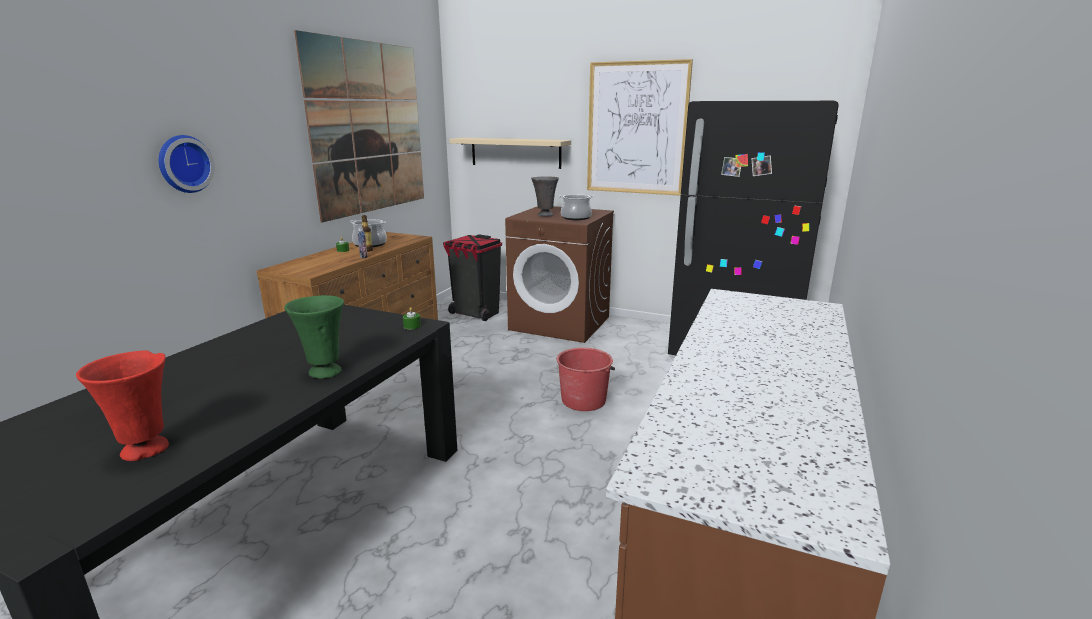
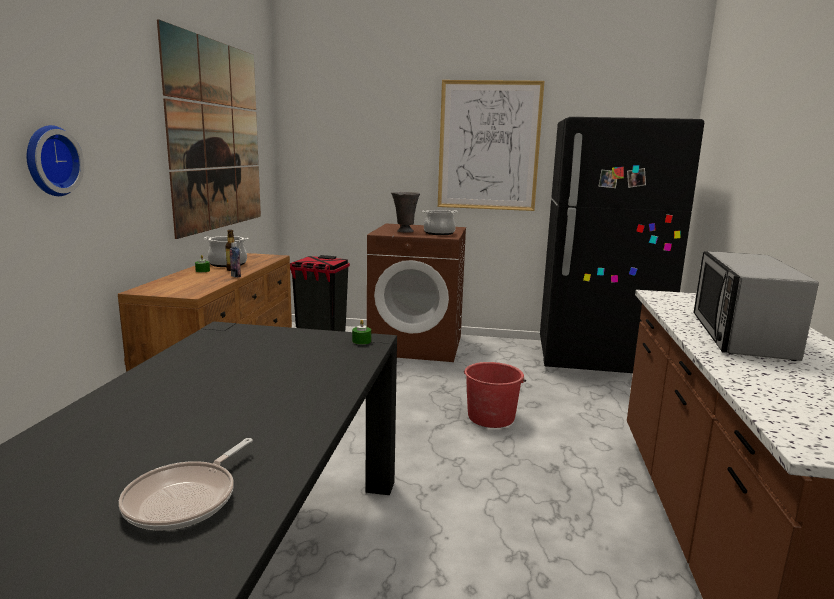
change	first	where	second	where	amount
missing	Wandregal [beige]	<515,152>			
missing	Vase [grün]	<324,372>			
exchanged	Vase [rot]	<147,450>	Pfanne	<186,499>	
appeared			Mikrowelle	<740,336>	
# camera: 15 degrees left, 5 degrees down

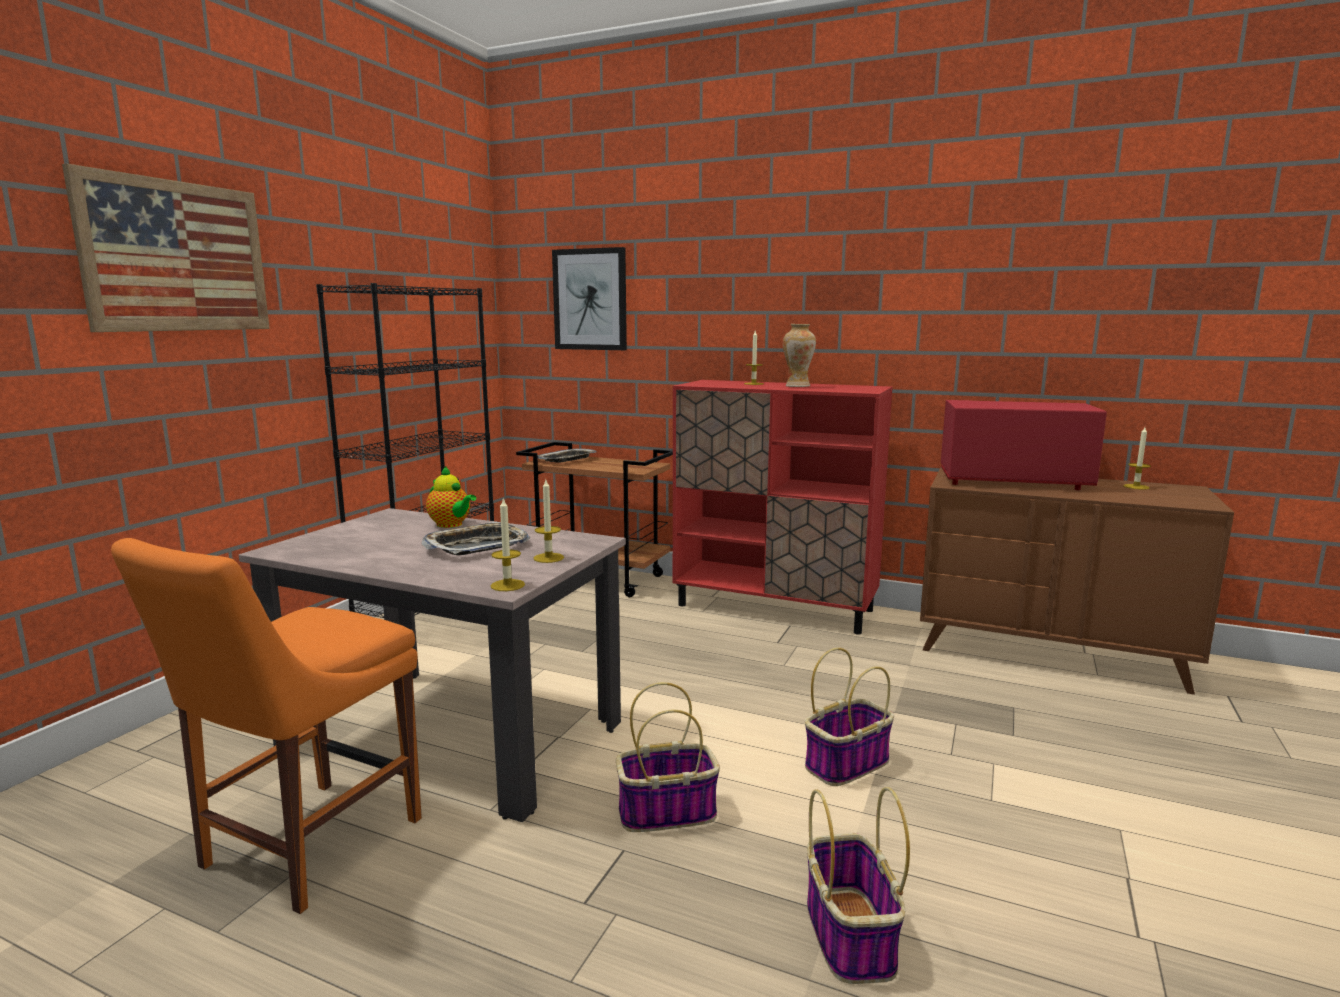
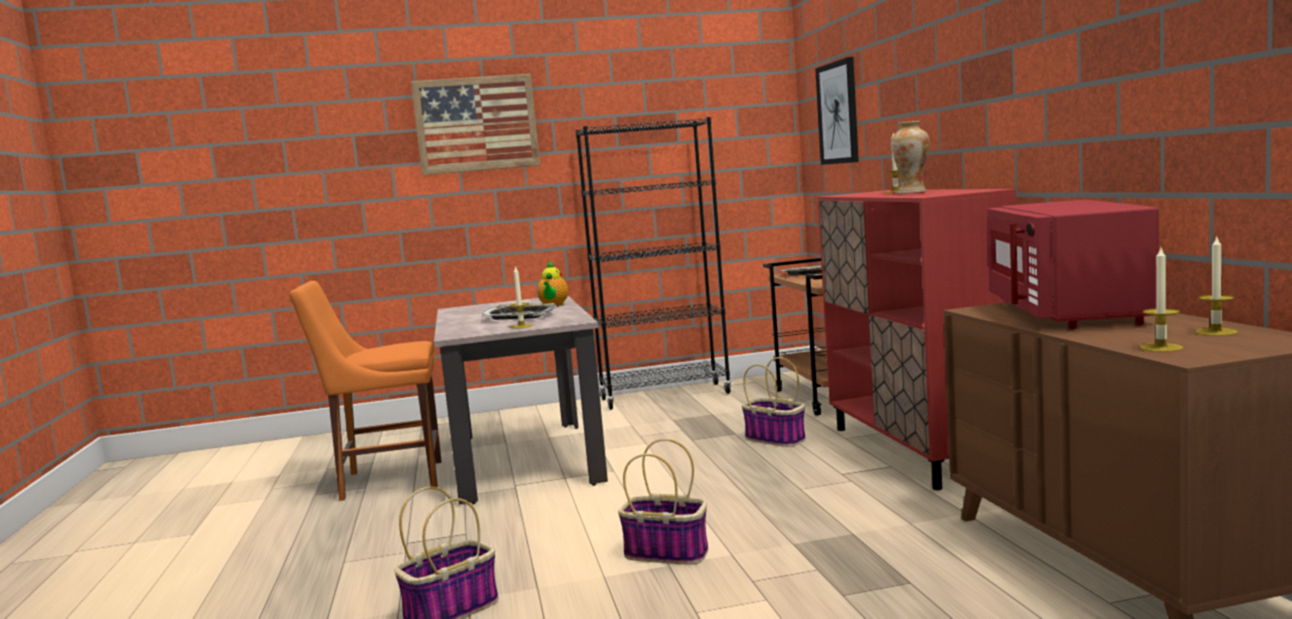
change	first	where	second	where	amount
spun	Mikrowelle [rot]	<1012,481>		<1068,313>	150 degrees counterclockwise
relocated	Kerze	<507,585>		<1161,348>	
relocated	Korb	<668,812>		<776,439>	
# camera: 55 degrees right, 5 degrees down

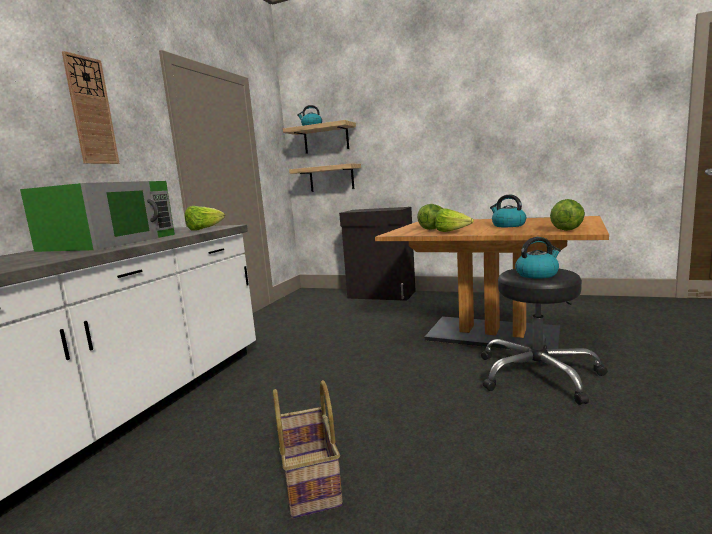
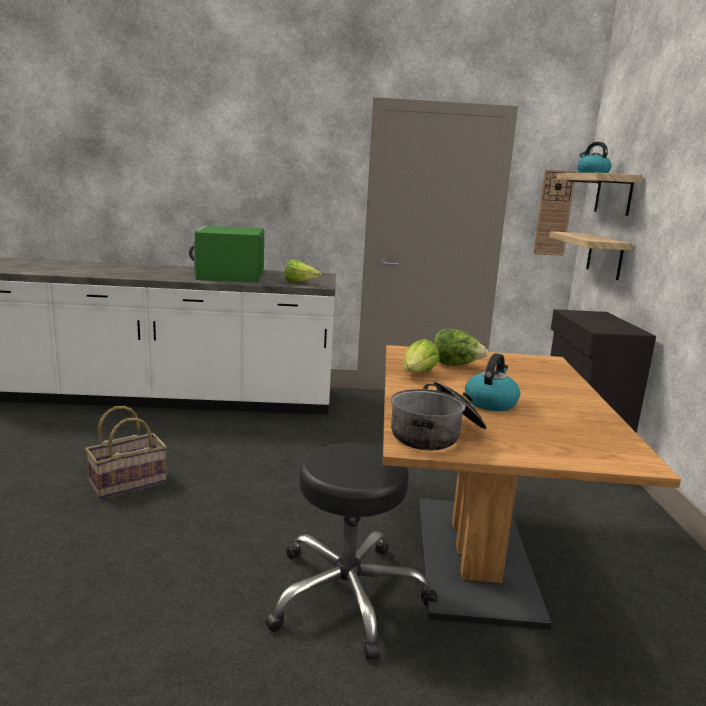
change	first	where	second	where	amount
relocated	Wanduhr	<91,111>		<553,213>	
spun	Mikrowelle [grün]	<111,242>		<230,274>	90 degrees clockwise
exchanged	Salatkopf	<567,229>	Kochtopf	<436,434>	
missing	Wasserkessel	<537,274>			
# camera: 65 degrees right, 5 degrees up

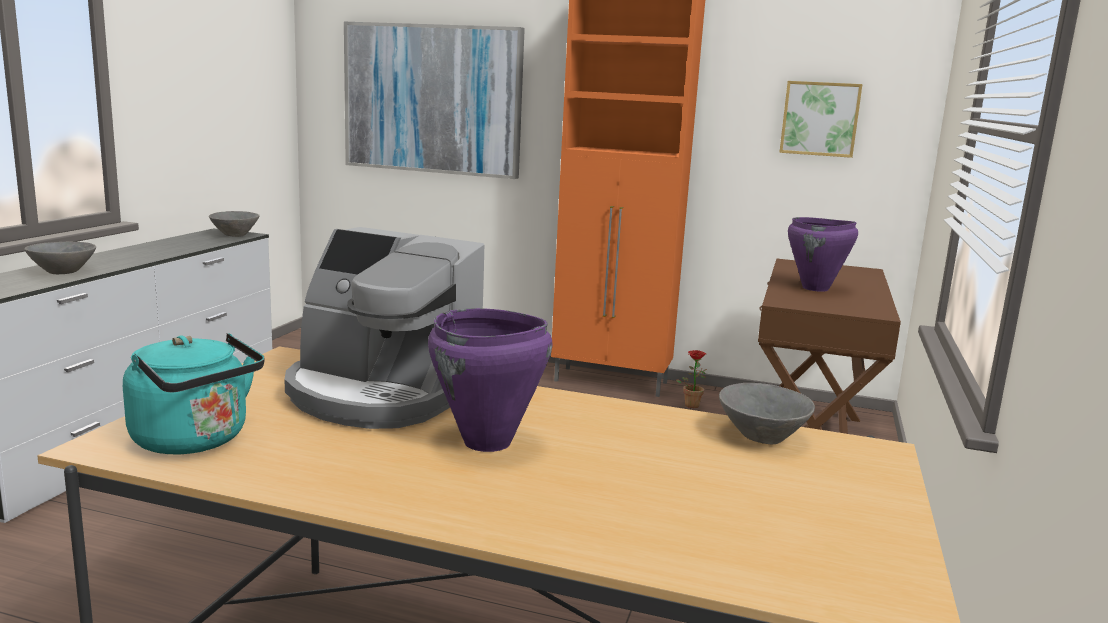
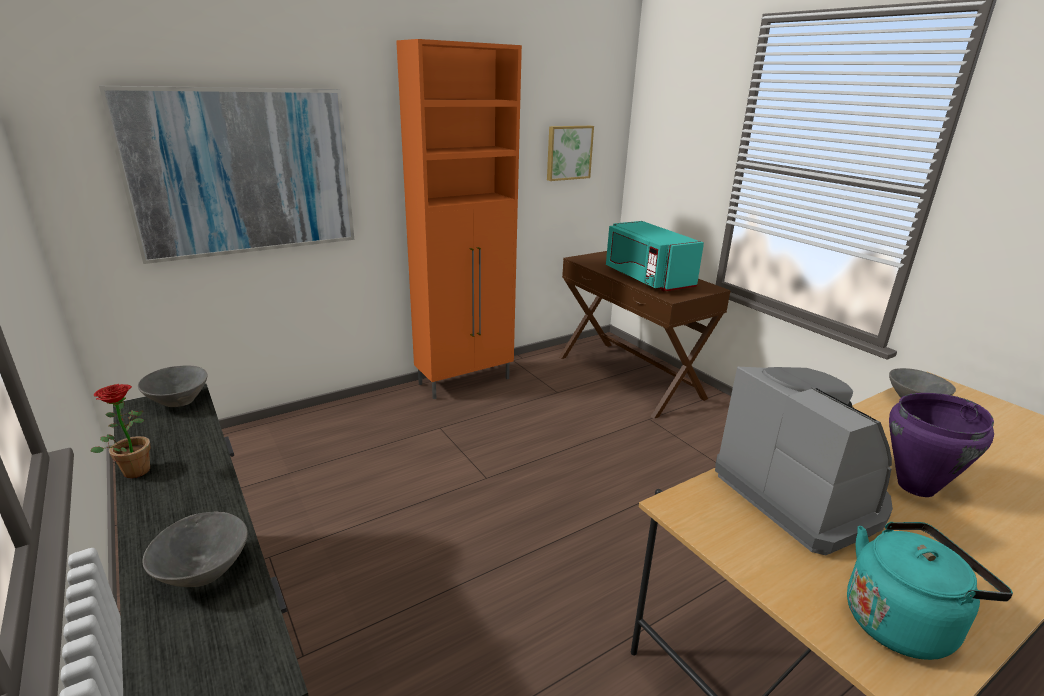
change	first	where	second	where	amount
exchanged	Kochtopf [lila]	<815,288>	Mikrowelle [türkis]	<647,278>	
spun	Kaffeemaschine	<380,394>		<801,494>	90 degrees counterclockwise
relocated	Topfpflanze	<691,404>		<134,469>	
# camera: 50 degrees left, 10 degrees up

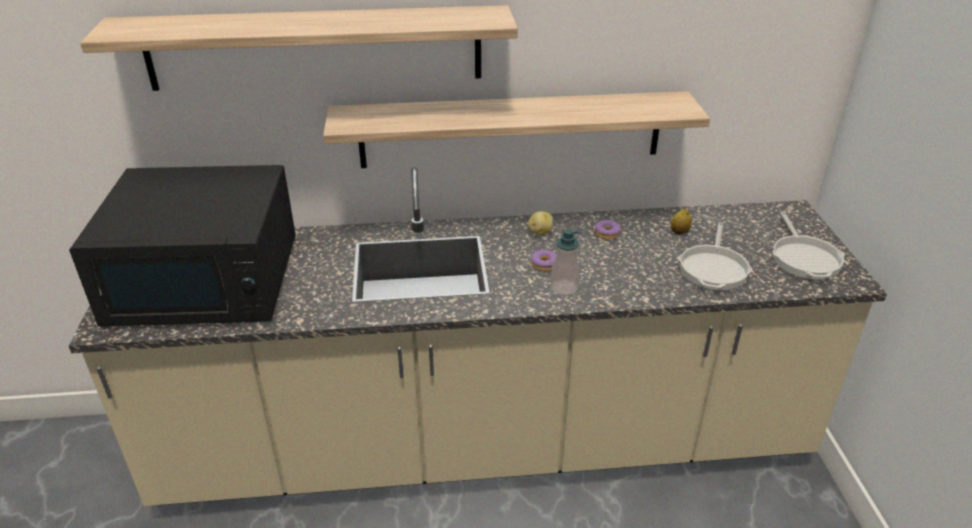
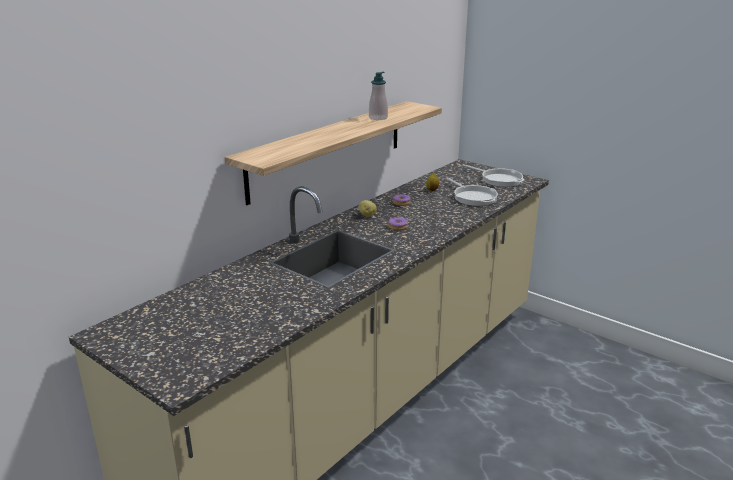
change	first	where	second	where	amount
missing	Wandregal	<315,48>			
missing	Mikrowelle [schwarz]	<207,281>			
relocated	Seifenspender	<564,288>		<378,118>	
# camera: 45 degrees left, 10 degrees down

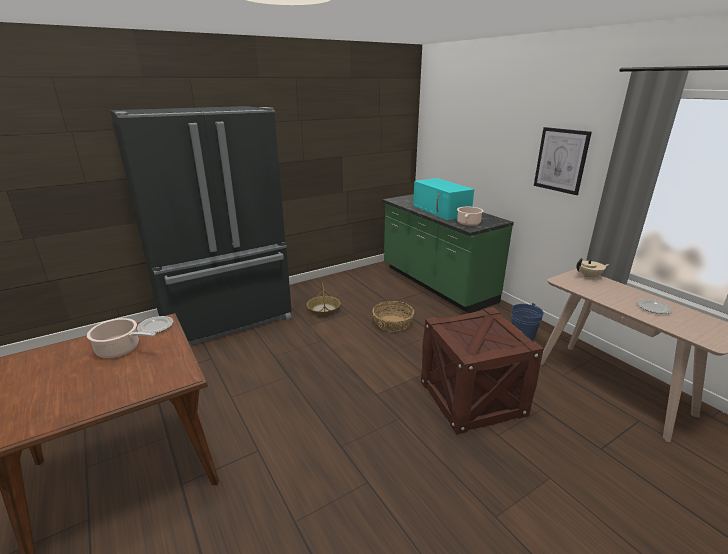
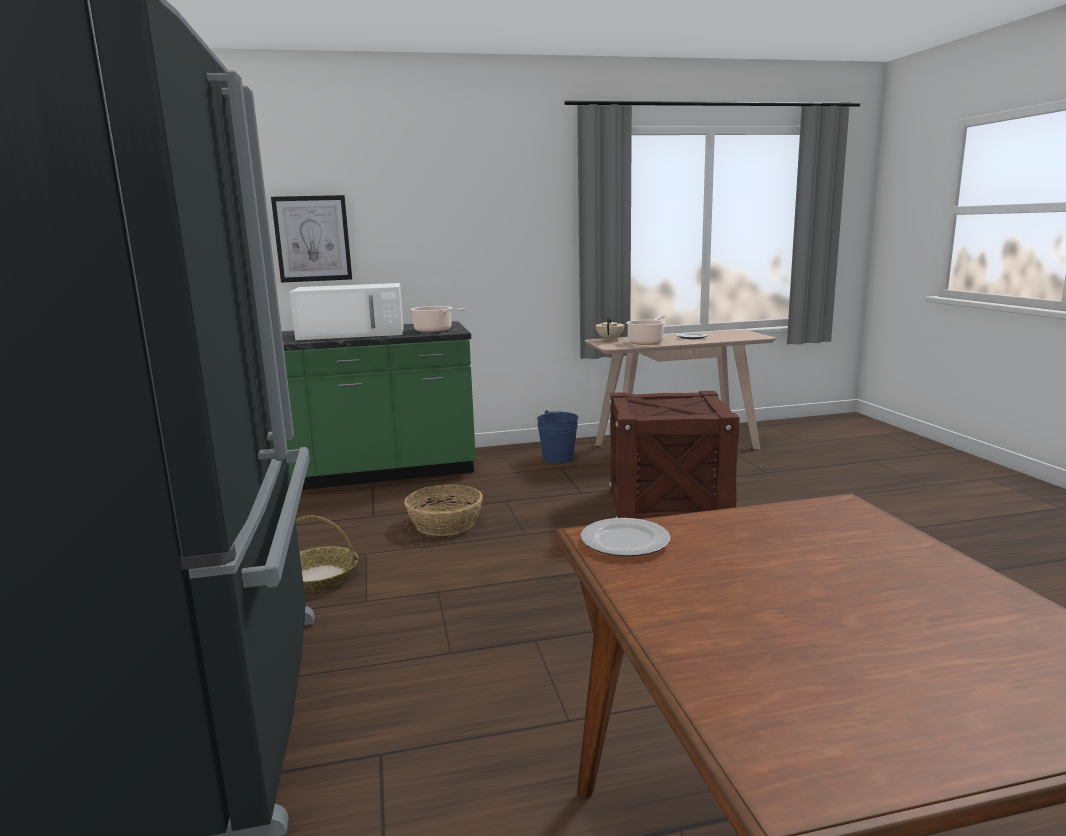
change	first	where	second	where	amount
relocated	Bild	<561,160>		<312,239>	
colour	Mikrowelle [türkis]	<442,210>	Mikrowelle [weiß]	<353,333>	
relocated	Kochtopf	<120,349>		<646,342>	
# camera: 70 degrees left, 10 degrees down

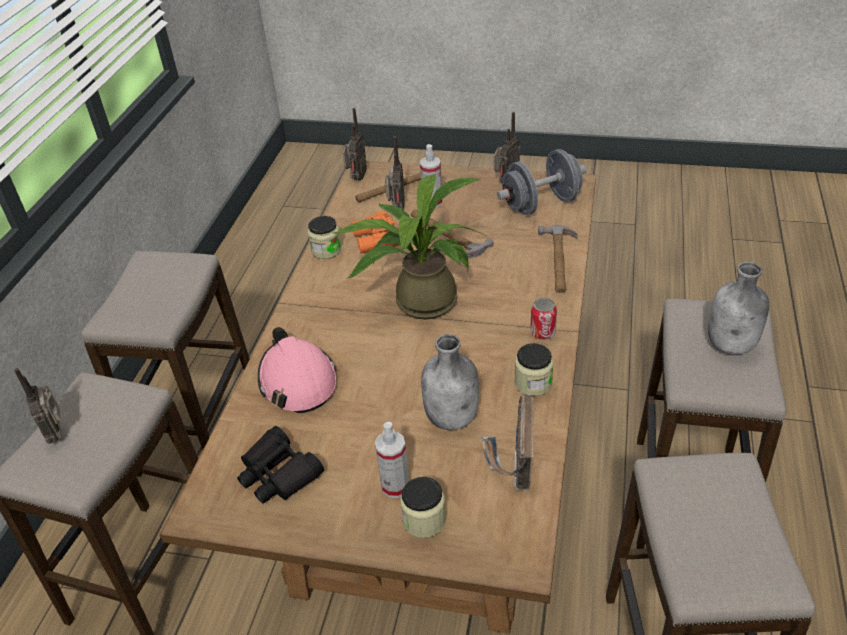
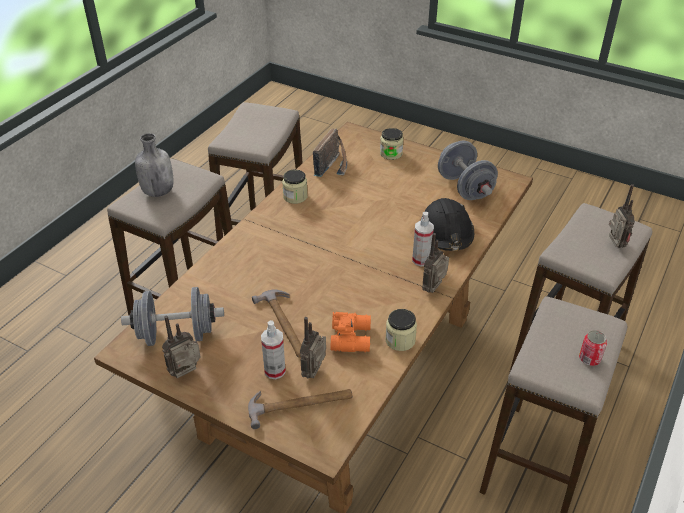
change	first	where	second	where	amount
relocated	Radio	<356,178>		<434,289>	
missing	Topfpflanze	<418,301>			
missing	Hammer	<559,261>			
relocated	Dose	<542,332>		<589,359>	
colour	Schutzhelm [rosa]	<297,381>	Schutzhelm [schwarz]	<446,233>	
missing	Flasche [grau]	<452,417>			
relocated	Sprühflasche	<395,486>		<421,260>	
exchanged	Fernglas [schwarz]	<278,474>	Hantel [grau]	<465,187>	
# camera: 165 degrees left, 0 degrees up

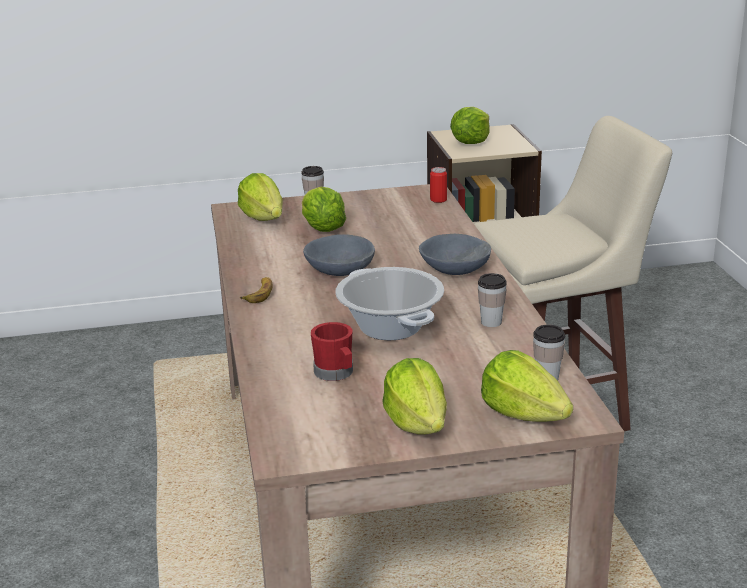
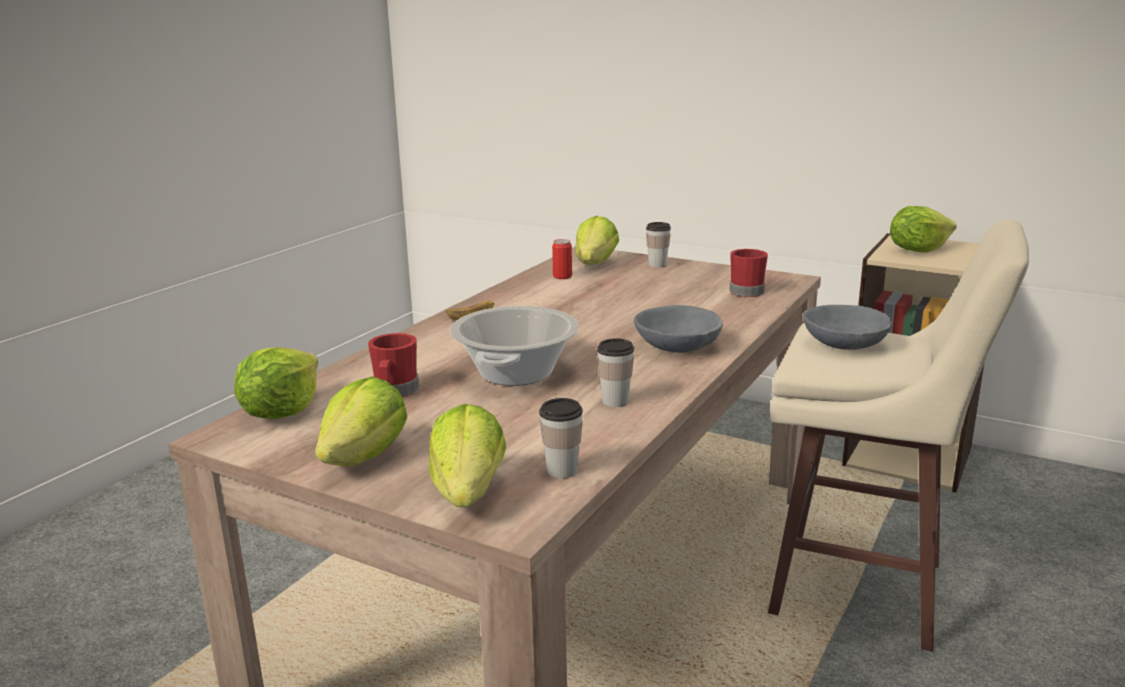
change	first	where	second	where	amount
relocated	Dose	<438,200>		<562,276>	
relocated	Salatkopf	<322,228>		<281,412>	
relocated	Schüssel [grau]	<339,269>		<844,343>	
appeared			Henkelbecher [rot]	<747,290>	
# camera: 40 degrees right, 5 degrees down

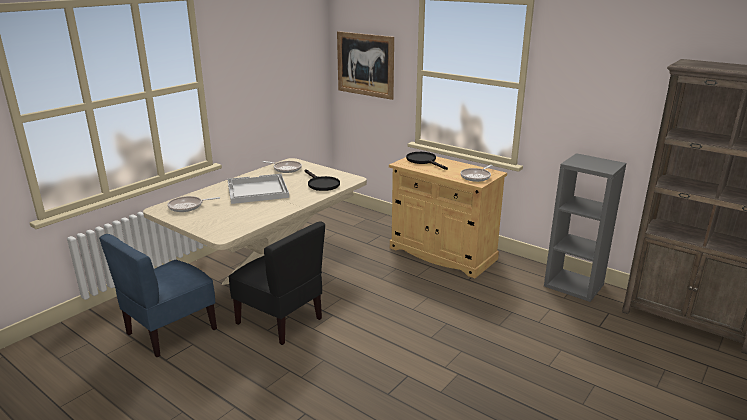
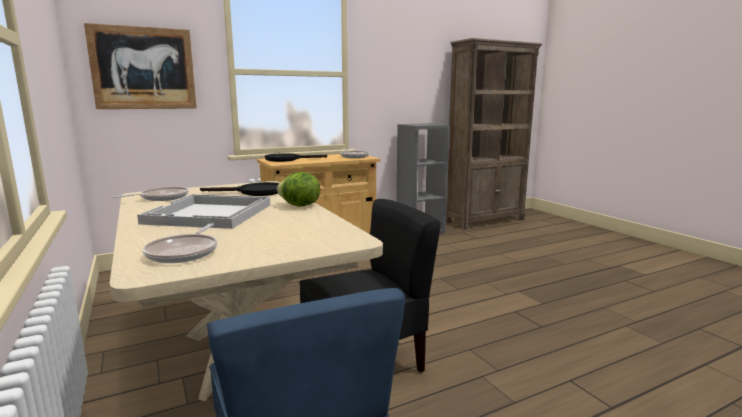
change	first	where	second	where	amount
appeared			Salatkopf	<299,206>	
# camera: 65 degrees left, 10 degrees down

